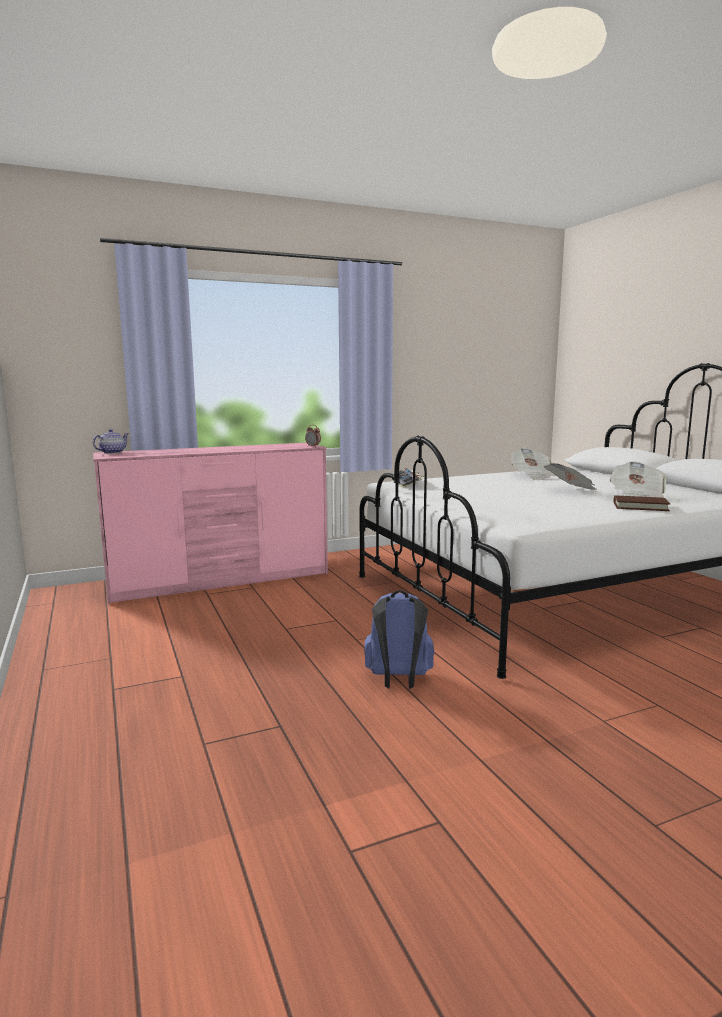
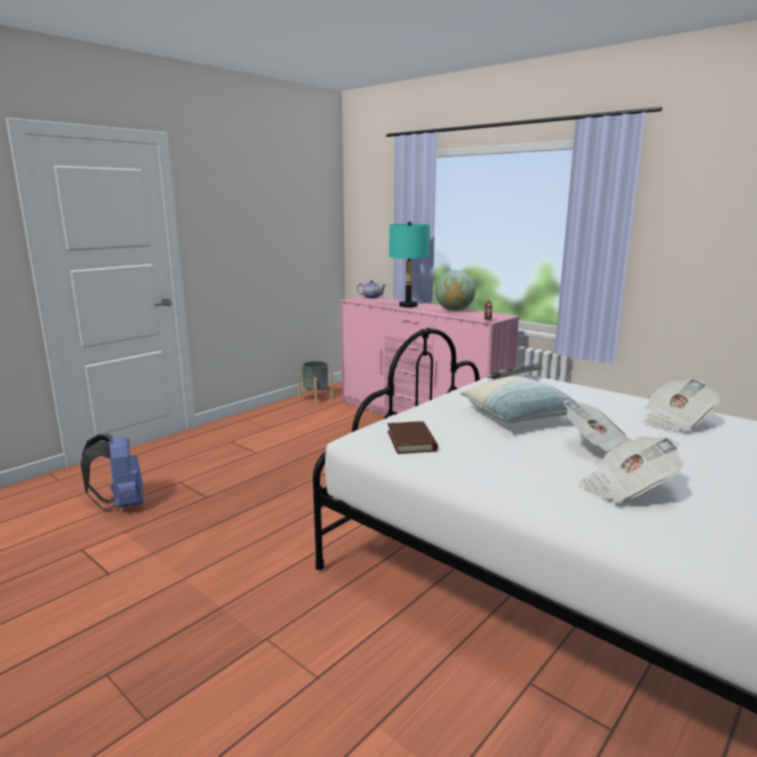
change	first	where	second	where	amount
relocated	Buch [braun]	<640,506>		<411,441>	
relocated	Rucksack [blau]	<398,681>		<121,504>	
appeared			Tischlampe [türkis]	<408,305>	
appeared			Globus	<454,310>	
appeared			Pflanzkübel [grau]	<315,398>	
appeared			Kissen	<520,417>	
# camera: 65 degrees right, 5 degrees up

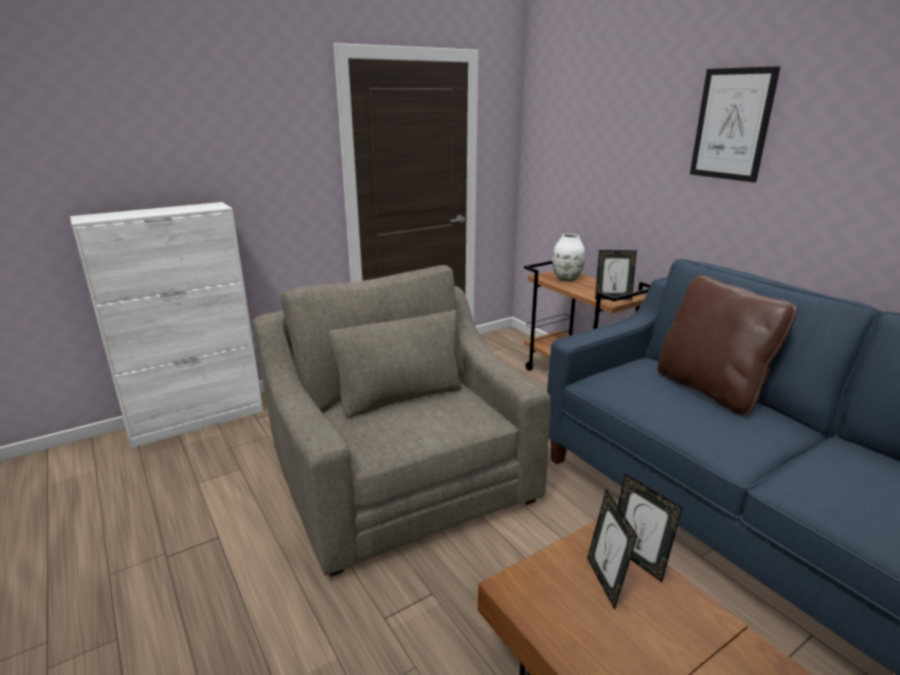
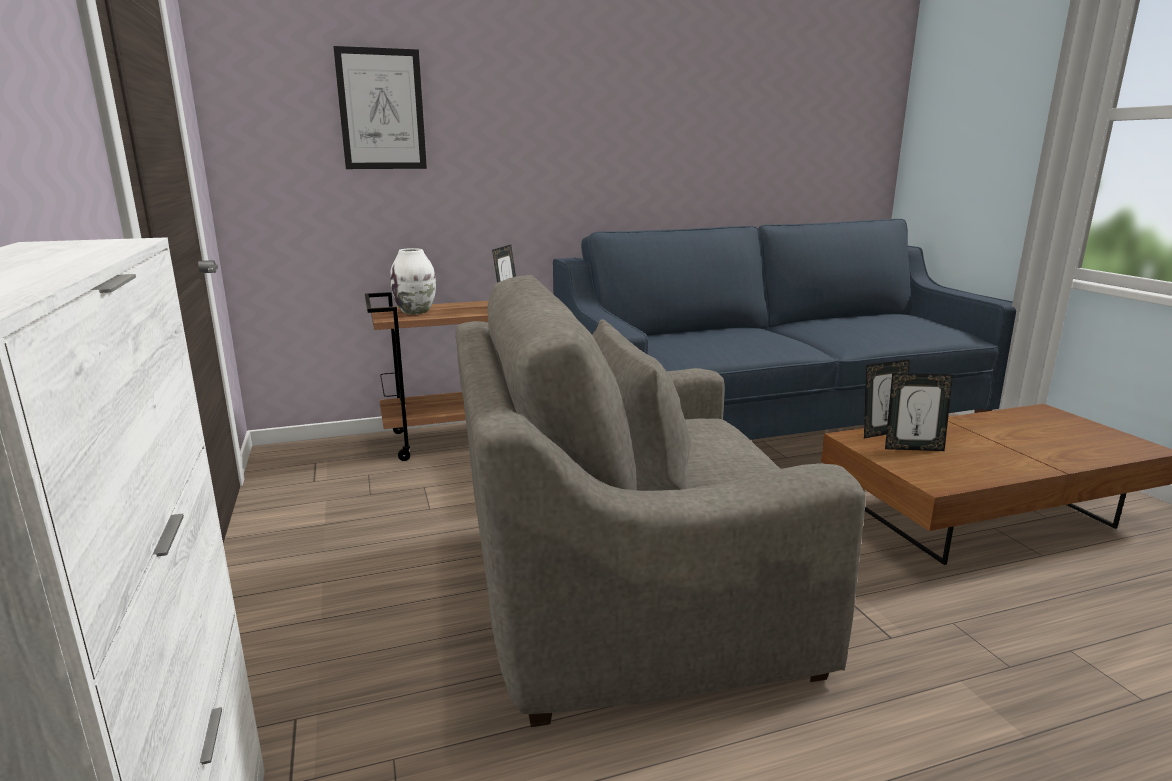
change	first	where	second	where	amount
relocated	Bild	<732,124>		<381,109>	
missing	Kissen [braun]	<710,389>			
# camera: 75 degrees left, 5 degrees down

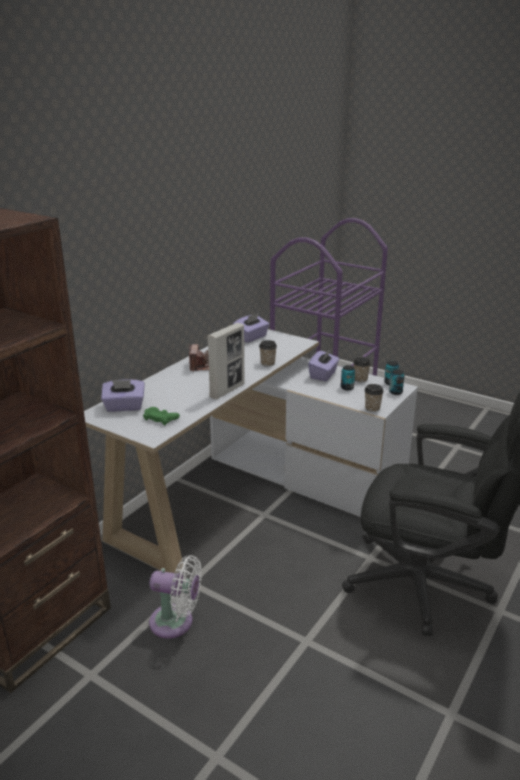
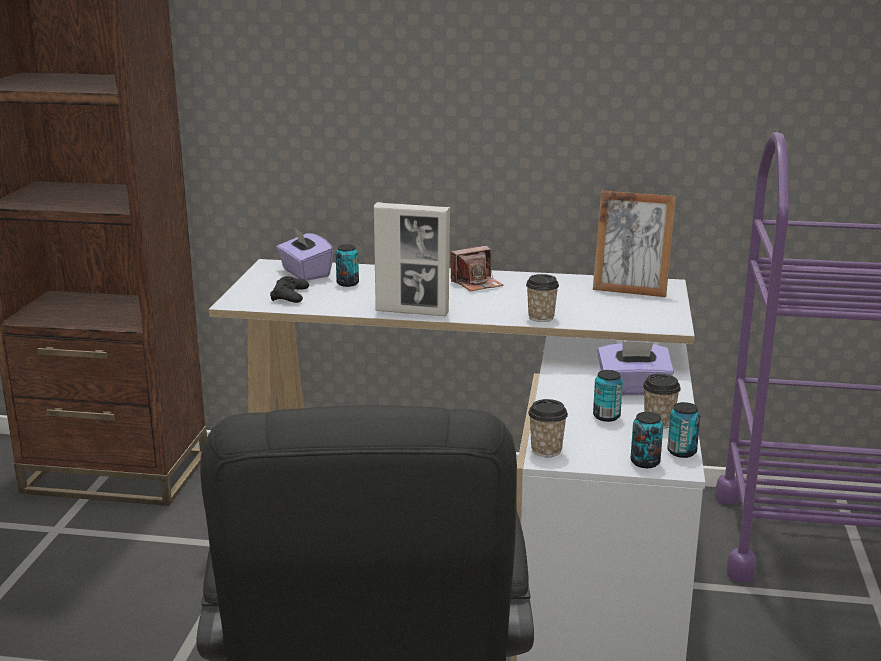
change	first	where	second	where	amount
exchanged	Taschentuchbox [lila]	<251,337>	Bilderrahmen	<630,290>	
colour	Gamepad [grün]	<160,418>	Gamepad [schwarz]	<290,295>	
missing	Ventilator [weiß]	<176,622>			
appeared			Dose	<347,283>	
# camera: 65 degrees right, 5 degrees down

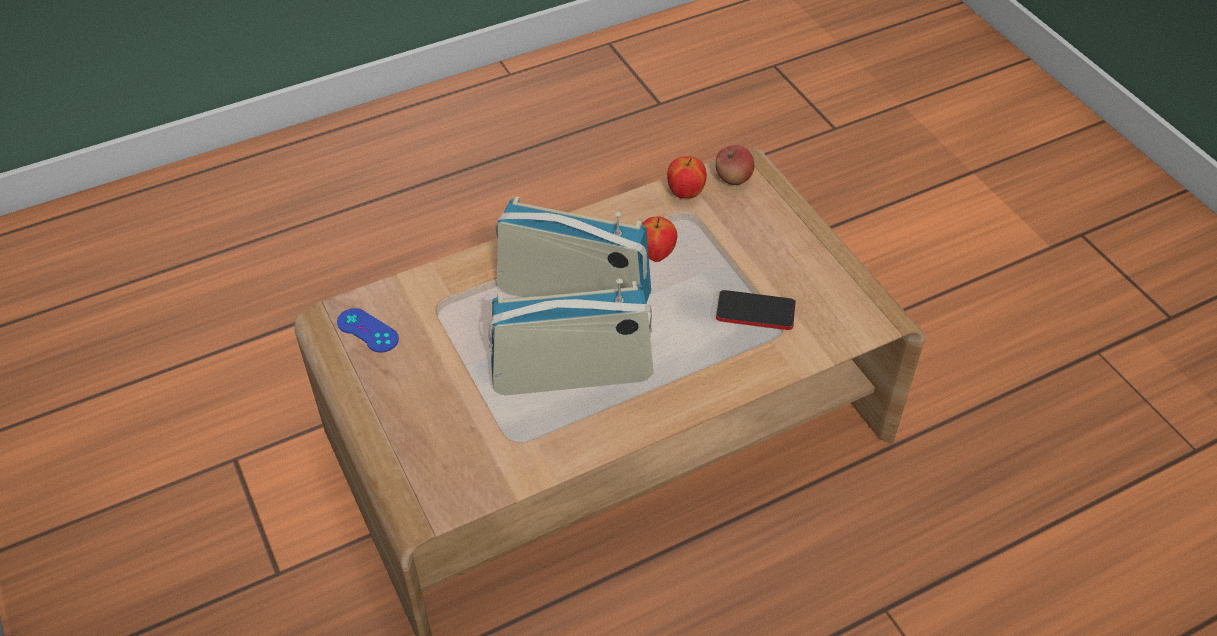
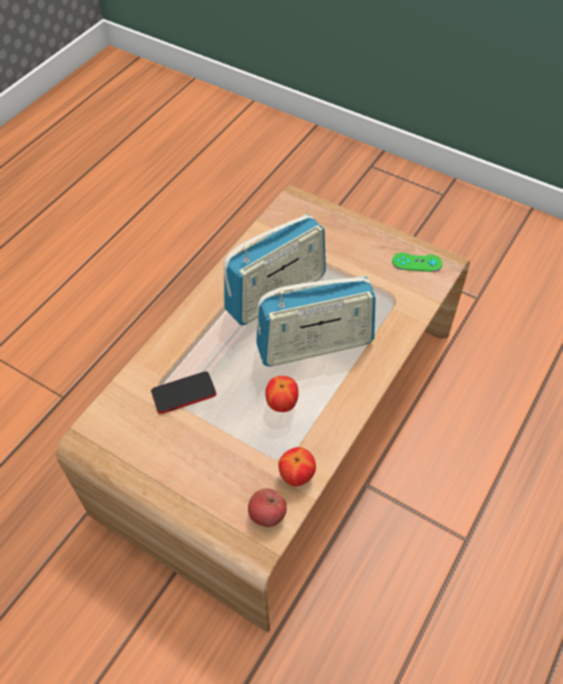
change	first	where	second	where	amount
colour	Gamepad [blau]	<367,330>	Gamepad [grün]	<417,262>	
# camera: 150 degrees right, 5 degrees up

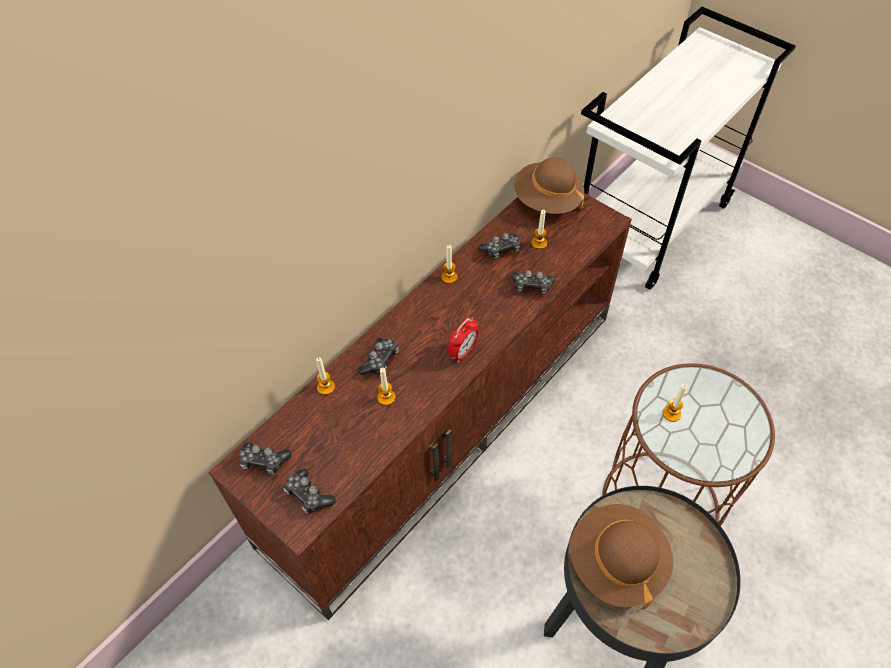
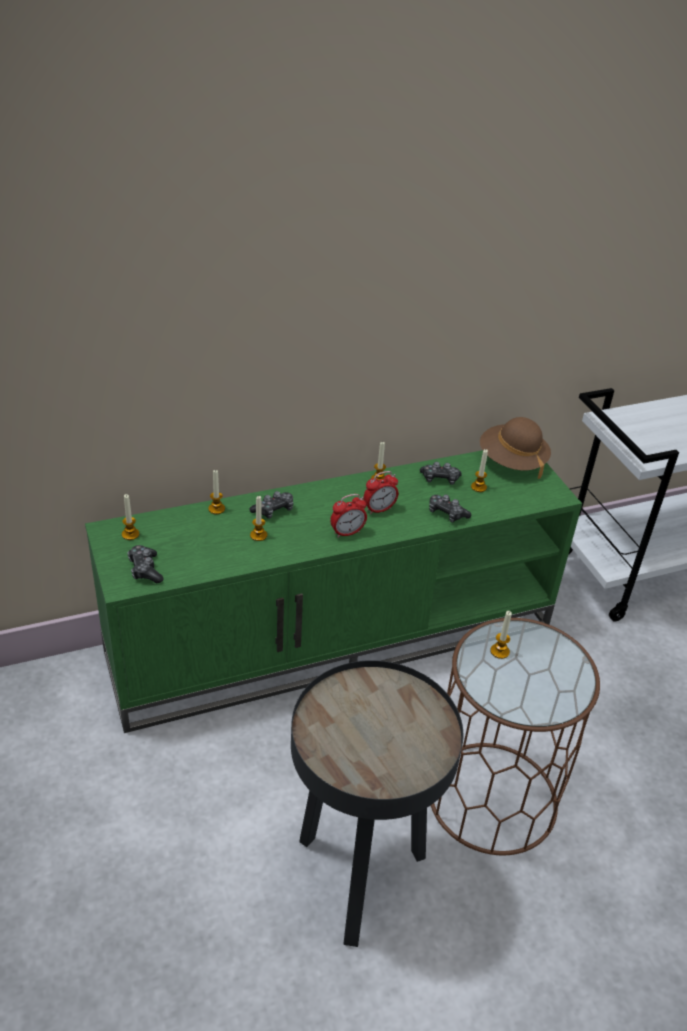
change	first	where	second	where	amount
colour	Fernsehschrank [braun]	<445,420>	Fernsehschrank [grün]	<334,636>	
exchanged	Gamepad	<264,461>	Kerze	<130,534>	
missing	Hut [braun]	<616,563>			
appeared			Wecker	<379,509>	
# camera: 25 degrees right, 15 degrees down

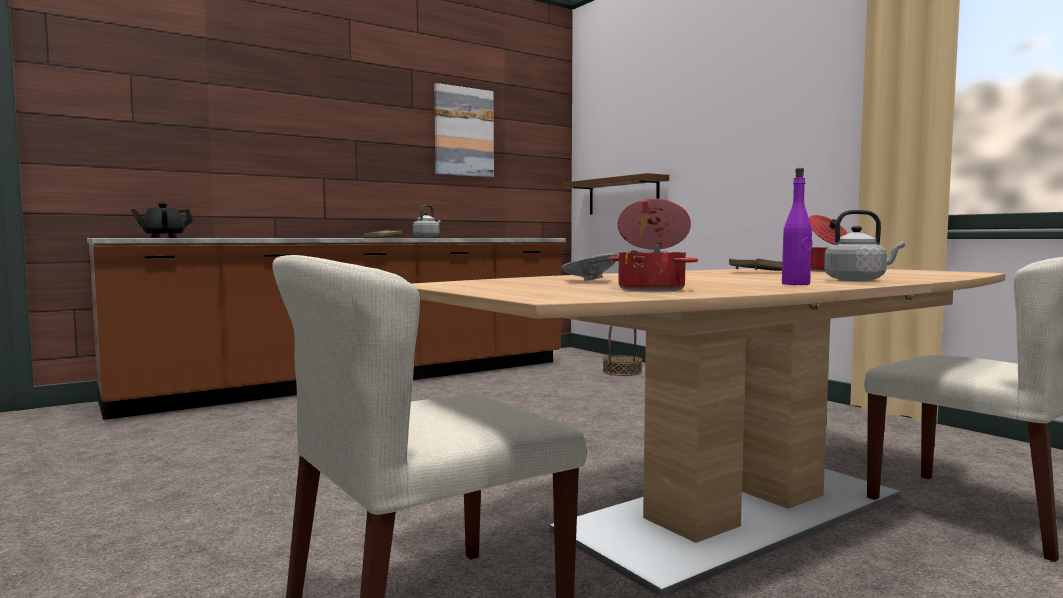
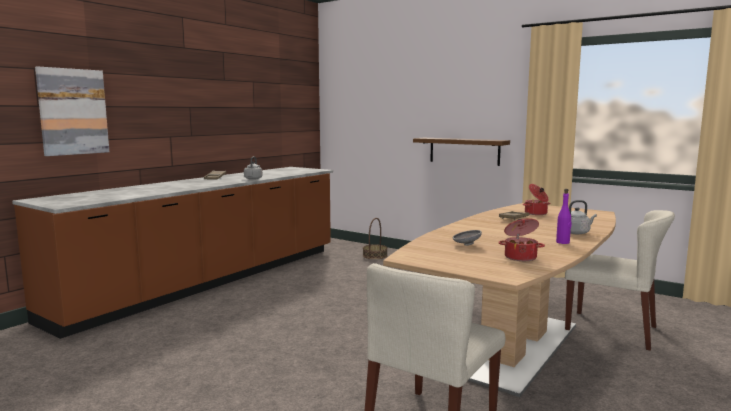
change	first	where	second	where	amount
relocated	Bild	<463,132>		<73,112>	
relocated	Wandregal [braun]	<623,196>		<464,151>	
missing	Teekanne [schwarz]	<163,237>			
# camera: 20 degrees left, 5 degrees up

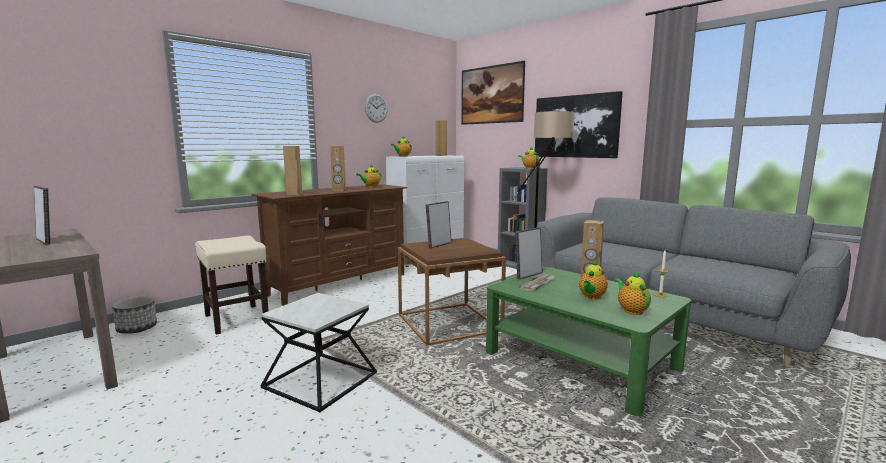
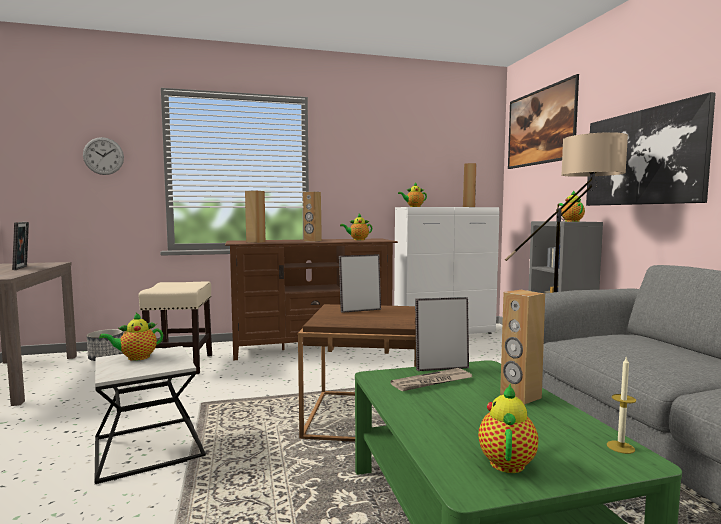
change	first	where	second	where	amount
relocated	Wanduhr	<376,108>		<103,156>	
relocated	Teekanne	<591,297>		<136,358>	
# camera: 30 degrees right, 5 degrees down

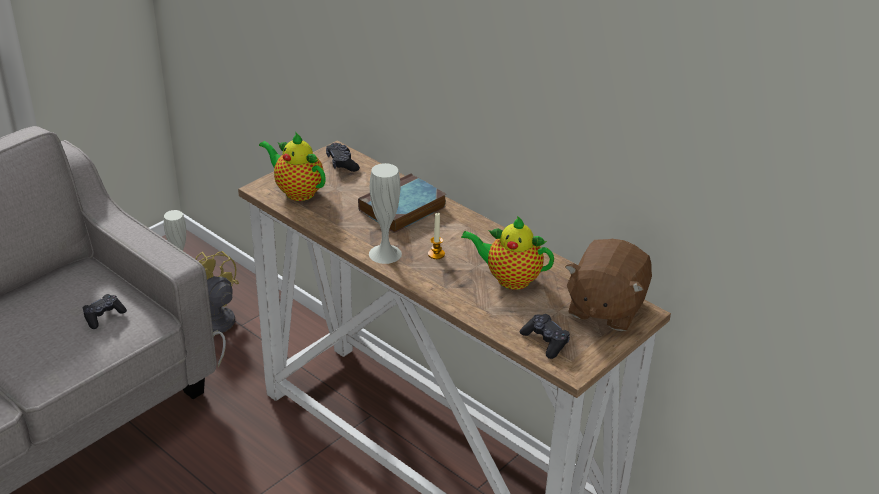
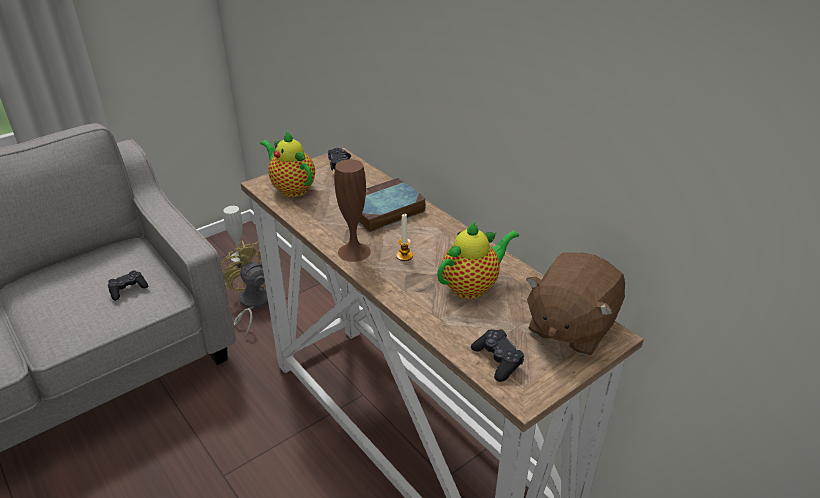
change	first	where	second	where	amount
colour	Vase [weiß]	<385,254>	Vase [braun]	<354,252>	
spun	Teekanne	<509,279>		<472,287>	120 degrees clockwise
# camera: 10 degrees right, 0 degrees up

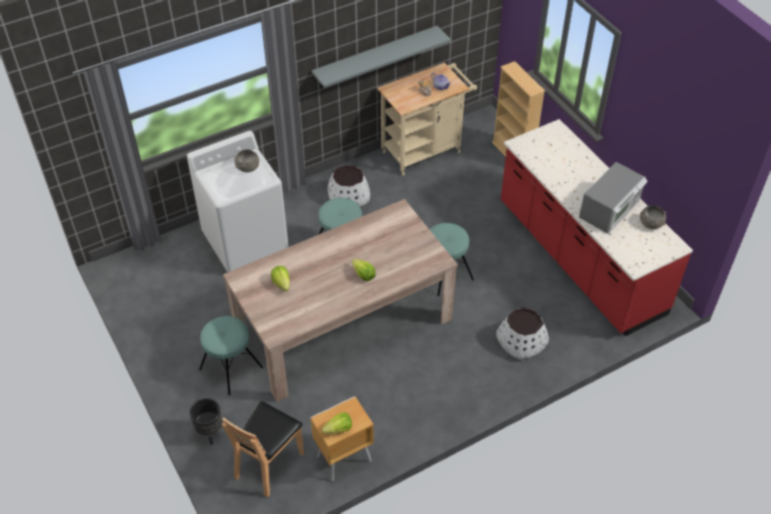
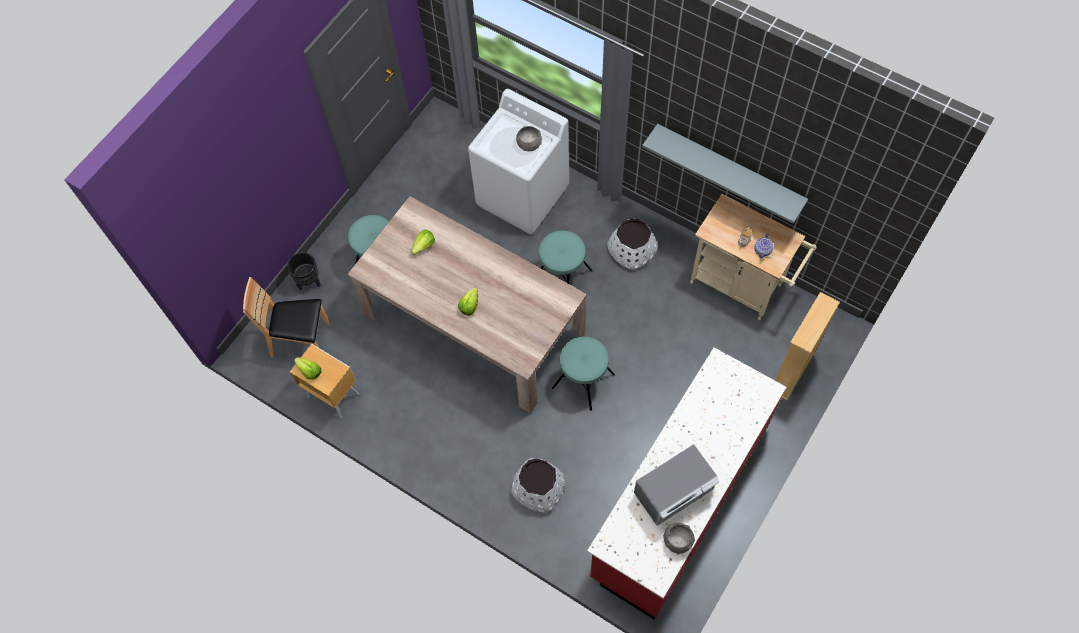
change	first	where	second	where	amount
spun	Mikrowelle	<610,209>		<674,492>	45 degrees counterclockwise
# camera: 65 degrees right, 15 degrees up

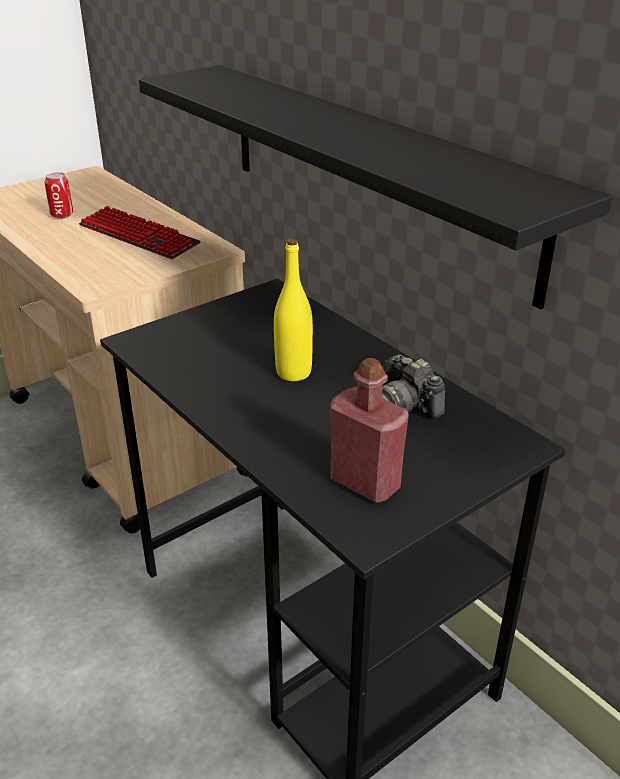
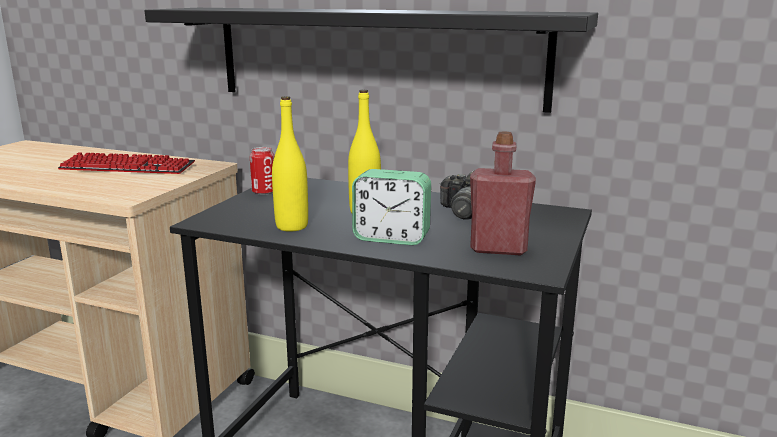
change	first	where	second	where	amount
relocated	Dose	<62,215>		<264,192>	
appeared			Flasche [gelb]	<292,226>	
appeared			Wecker	<391,238>	
# camera: 30 degrees left, 15 degrees down

